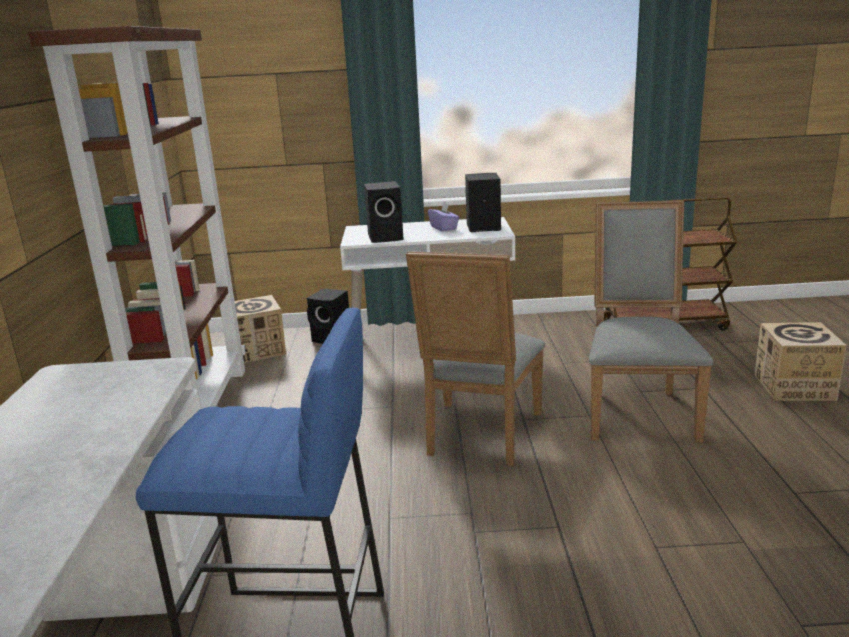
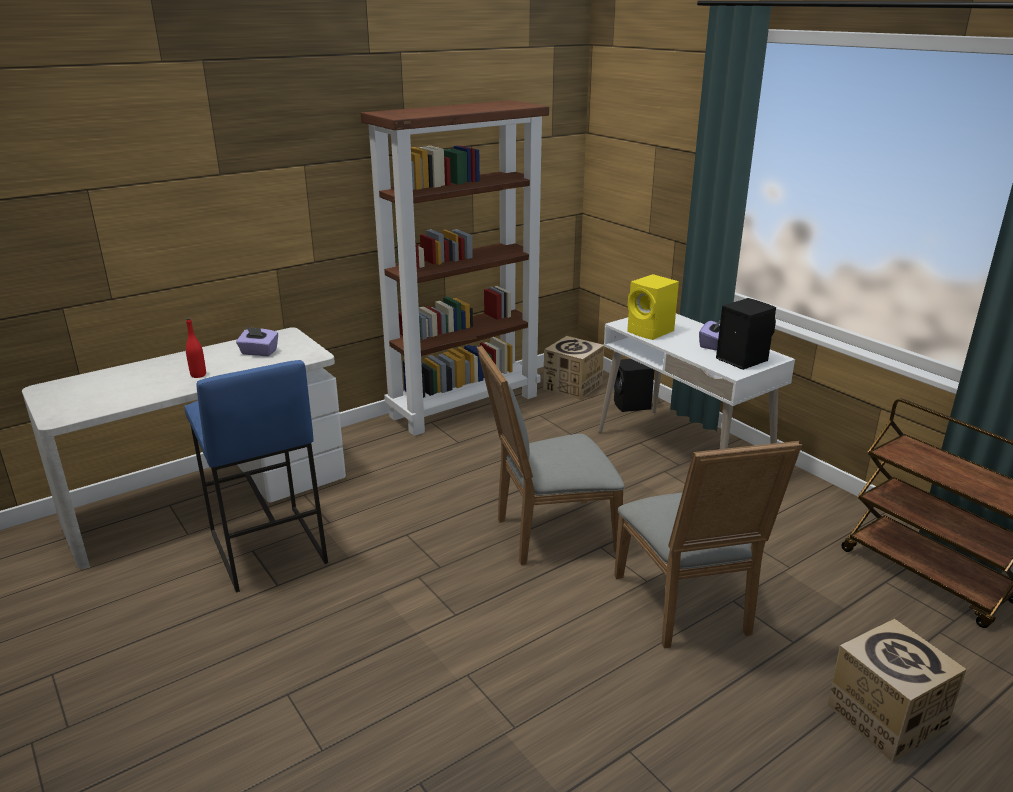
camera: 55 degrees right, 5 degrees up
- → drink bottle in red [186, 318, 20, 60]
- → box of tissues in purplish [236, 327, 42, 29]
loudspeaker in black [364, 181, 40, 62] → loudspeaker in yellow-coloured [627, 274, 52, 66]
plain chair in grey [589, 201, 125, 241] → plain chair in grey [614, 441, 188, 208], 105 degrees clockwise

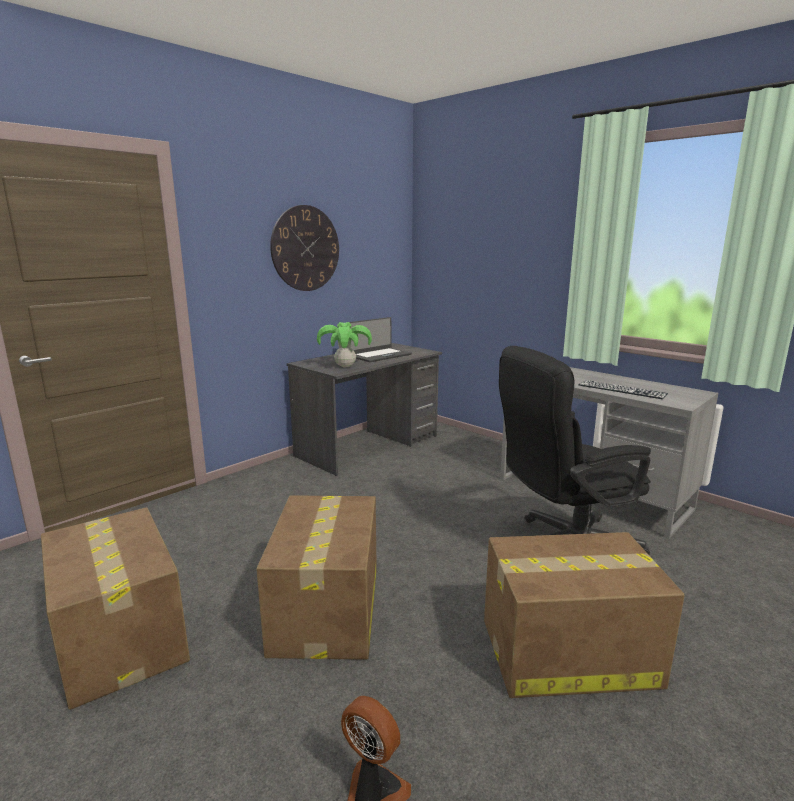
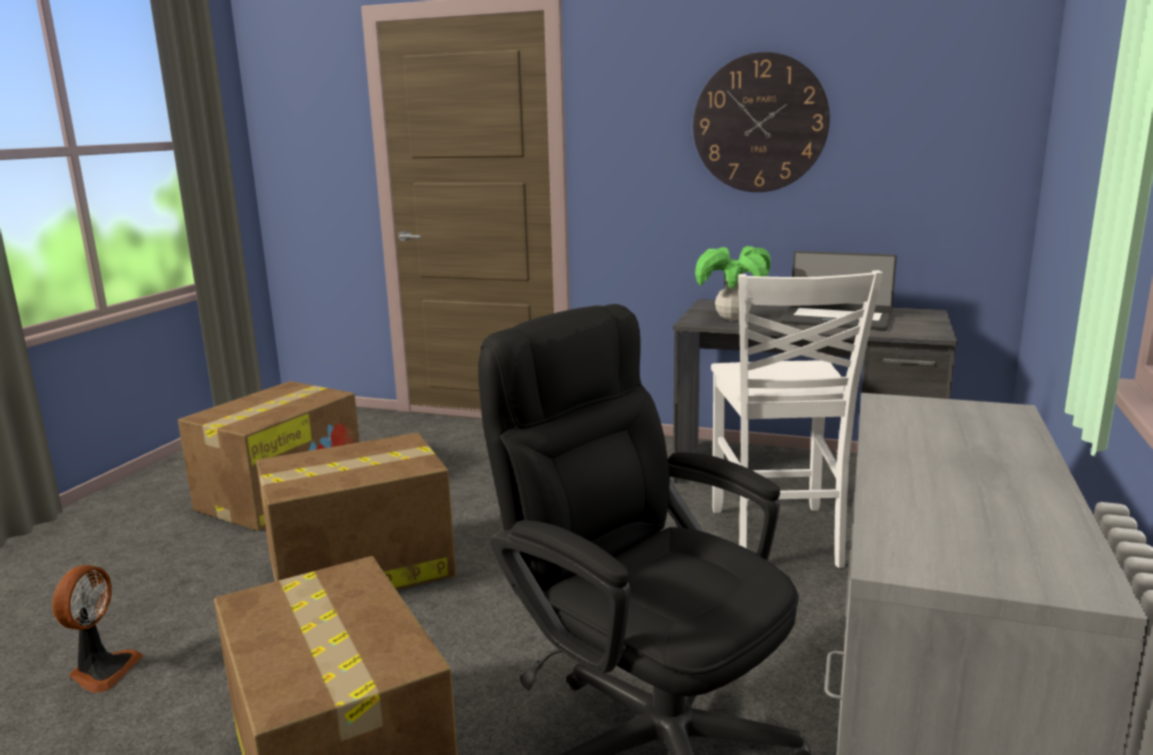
camera: 65 degrees right, 0 degrees up
keyboard [579, 380, 89, 19] → -
- → plain chair in whitish [711, 270, 172, 298]

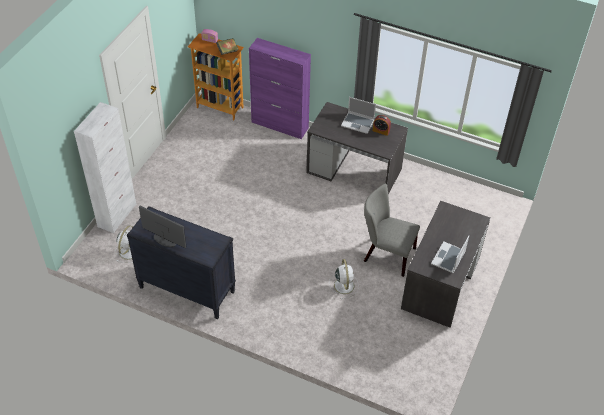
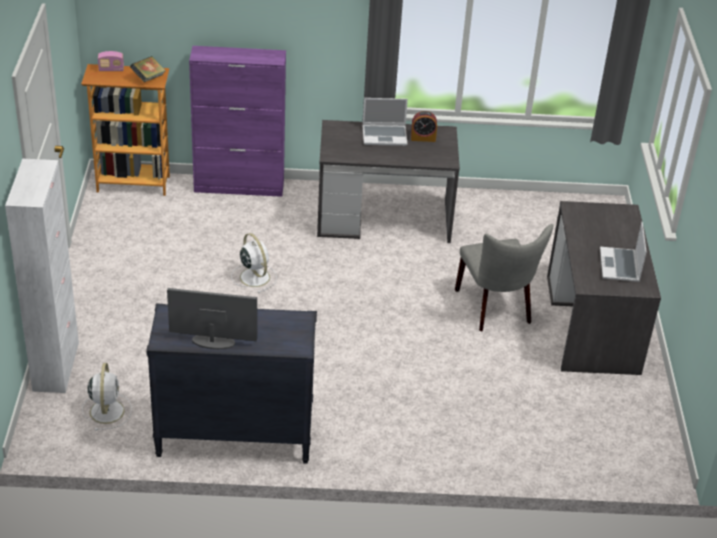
camera: 25 degrees left, 10 degrees down
cooling fan in whitish [329, 259, 30, 40] → cooling fan in whitish [231, 233, 46, 60], relocated
plain chair in grey [364, 183, 56, 94] → plain chair in grey [455, 224, 99, 107], 105 degrees counterclockwise

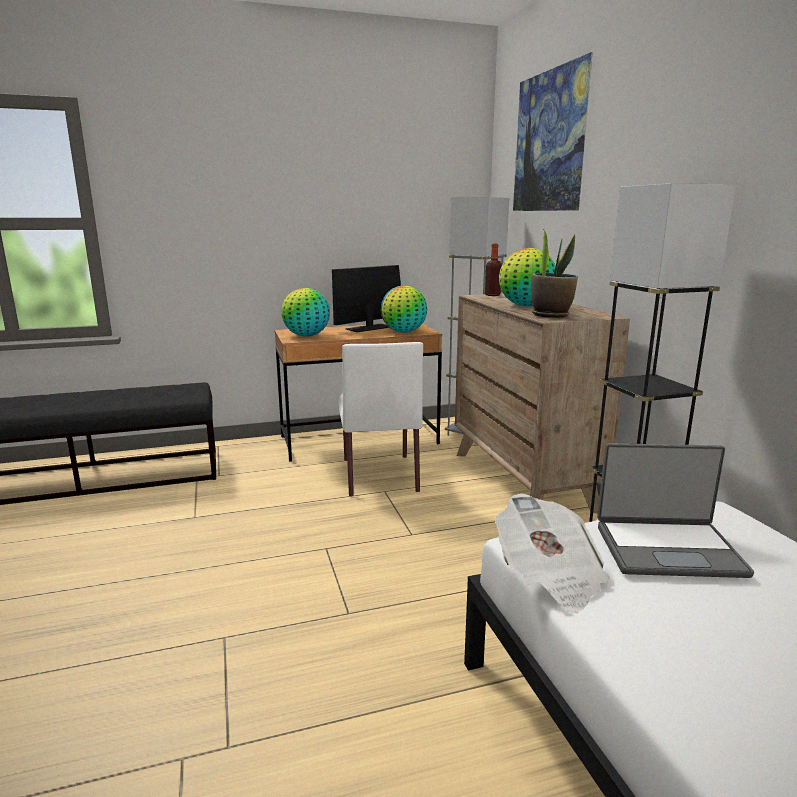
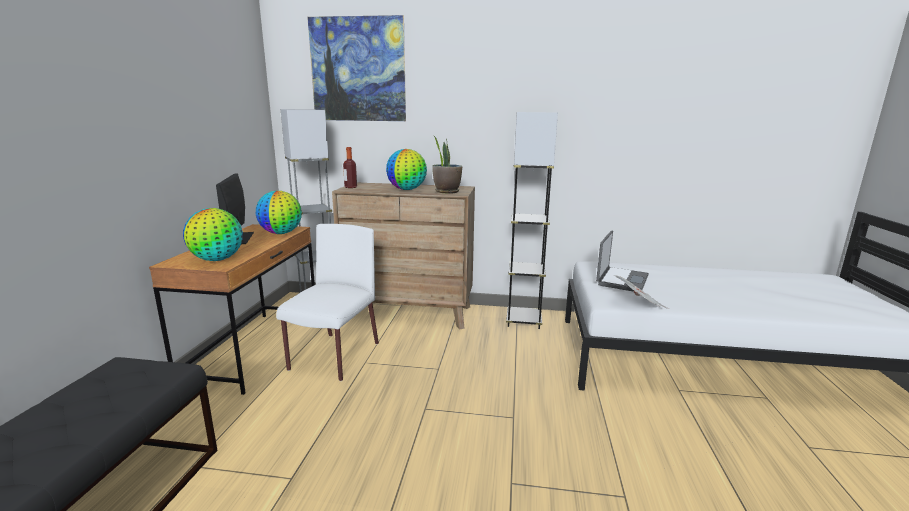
camera: 65 degrees left, 0 degrees up
plain chair in whitish [339, 342, 84, 155] → plain chair in whitish [276, 224, 103, 157], 90 degrees counterclockwise

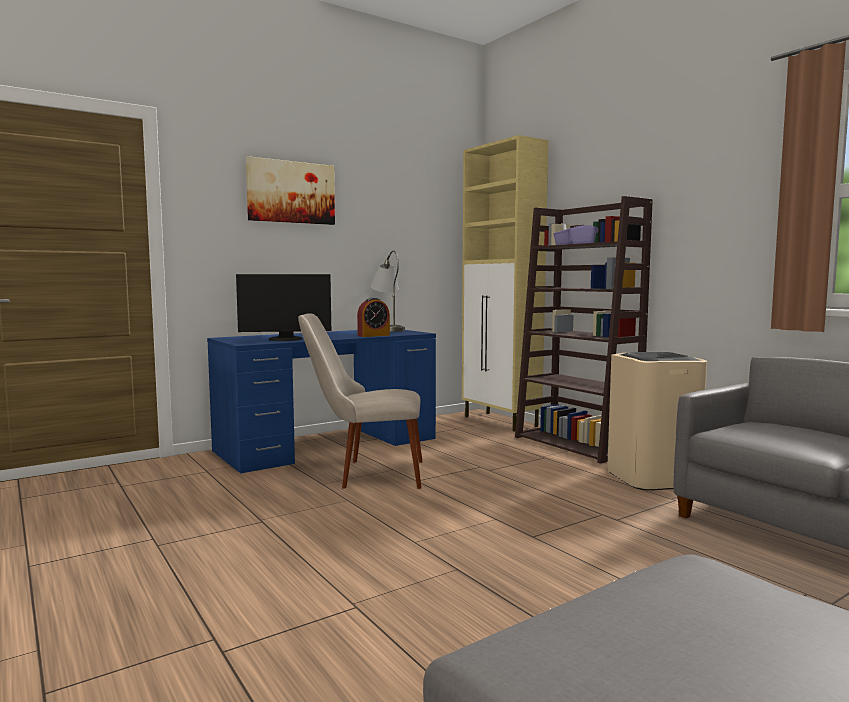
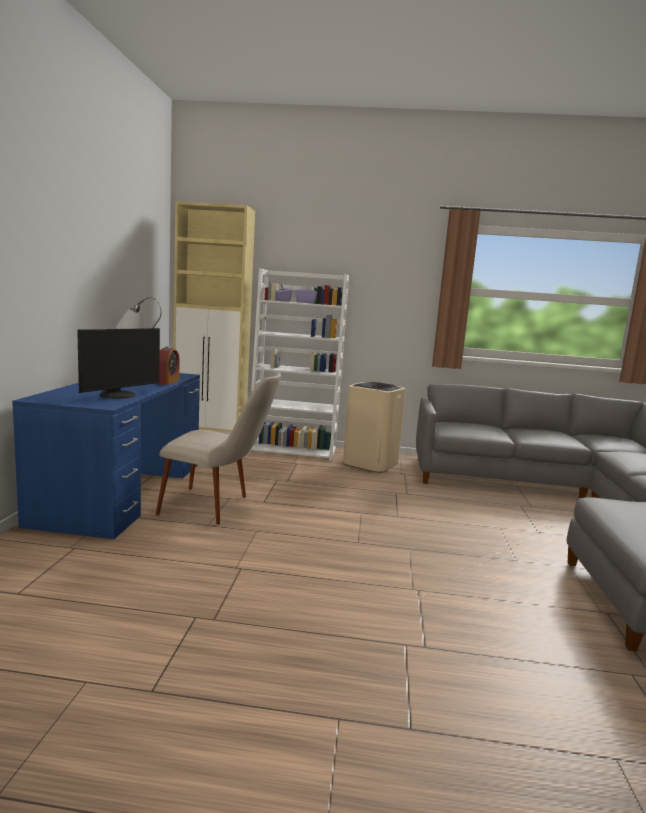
camera: 50 degrees left, 5 degrees up
picture [246, 156, 89, 69] → -
bookcase in brown [515, 196, 138, 268] → bookcase in whitish [249, 269, 100, 192]
plain chair in beige-coloured [298, 313, 125, 176] → plain chair in beige-coloured [156, 372, 125, 152], 120 degrees counterclockwise

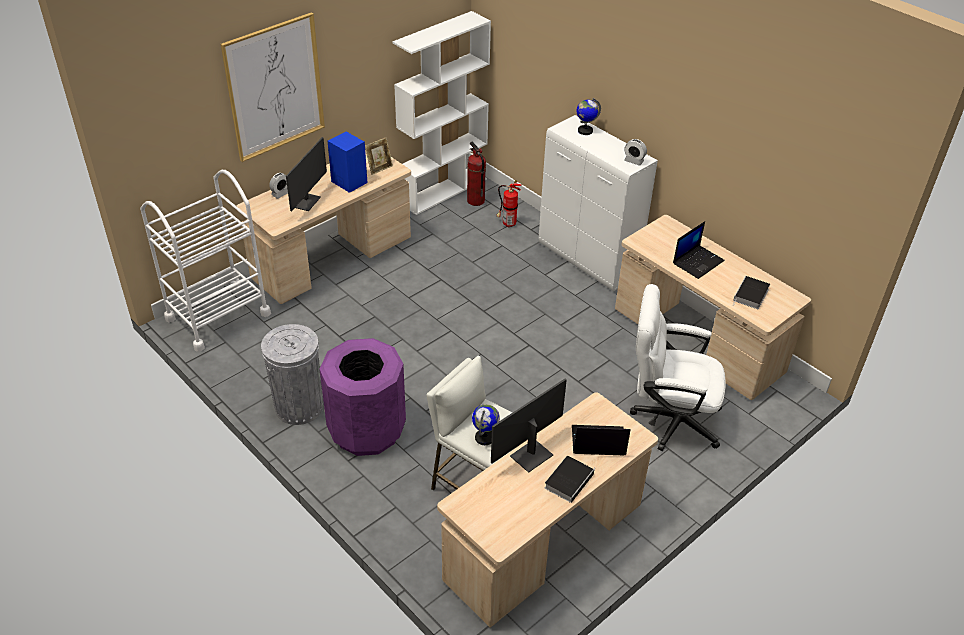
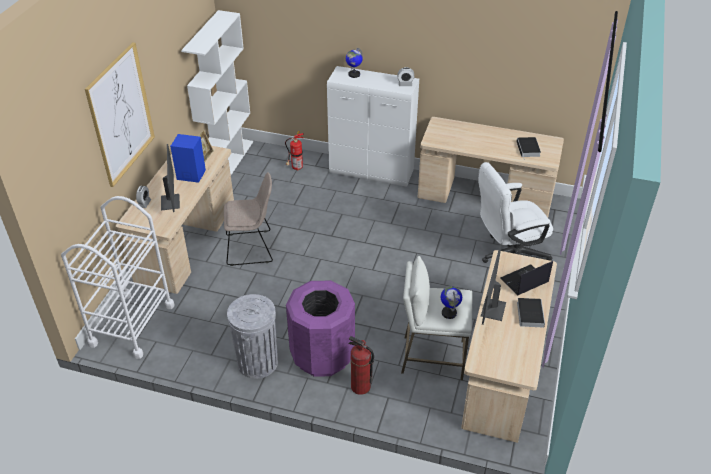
camera: 30 degrees left, 0 degrees up
portable computer [673, 221, 52, 58] → -
- → plain chair in beige-coloured [224, 172, 49, 94]
fire-fighting cylinder [467, 142, 19, 64] → fire-fighting cylinder [348, 336, 26, 59], relocated

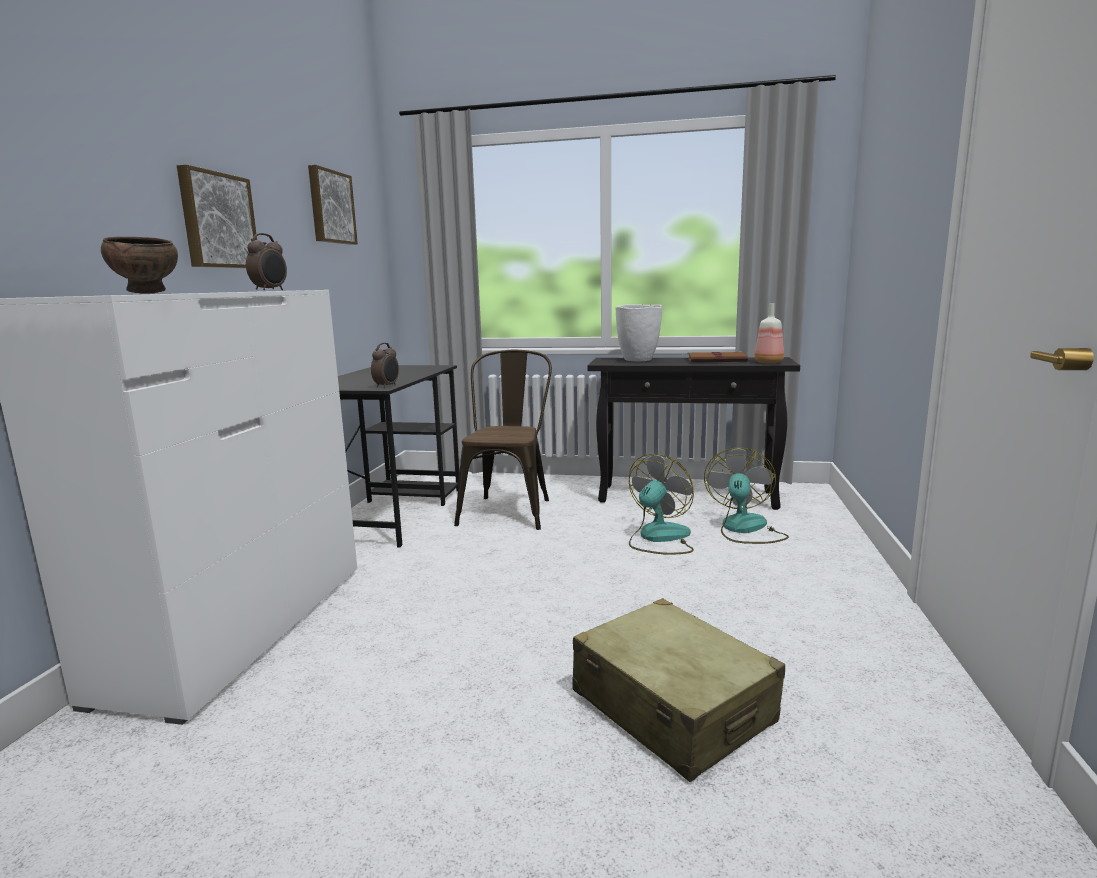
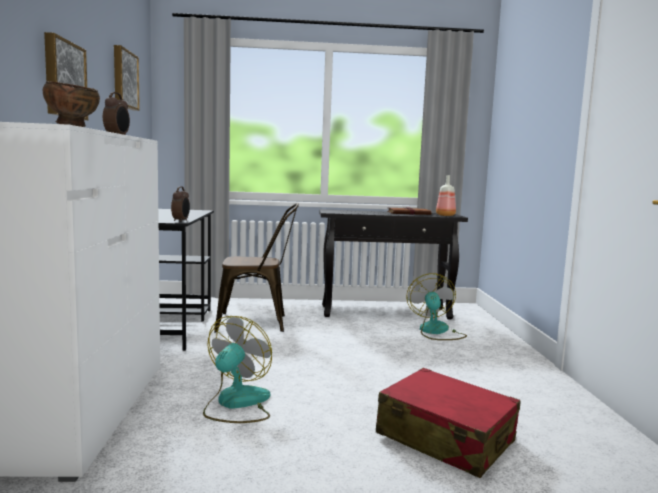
camera: 15 degrees left, 5 degrees down
flower vase in whitish [616, 304, 46, 57] → -
cooling fan [629, 454, 65, 101] → cooling fan [203, 316, 69, 107], relocated
travel case in beige-coloured [572, 598, 213, 184] → travel case in red [376, 368, 145, 110]
plain chair in brown [454, 350, 98, 180] → plain chair in brown [214, 203, 85, 130], 90 degrees clockwise

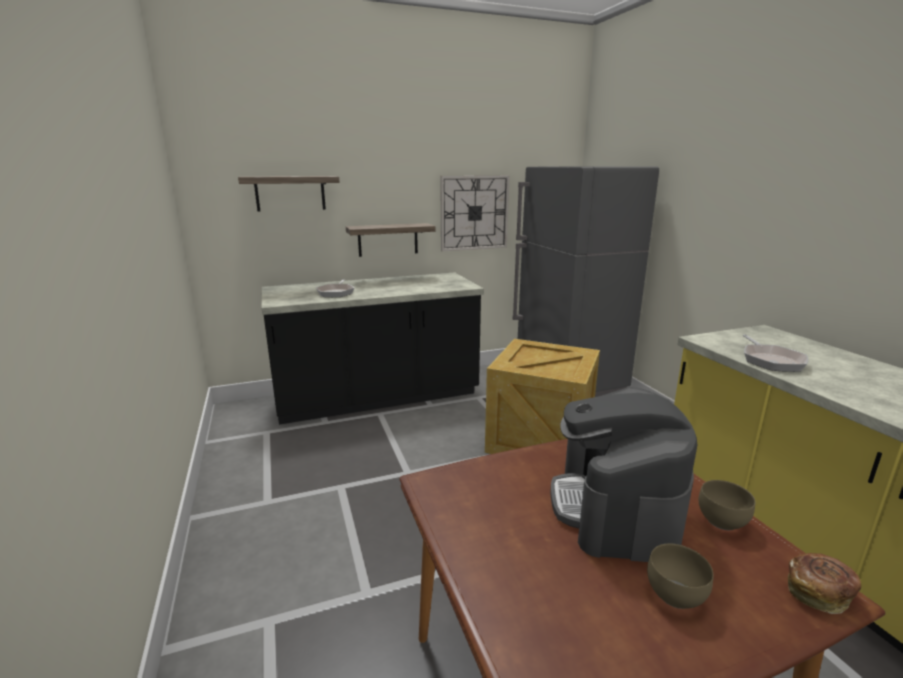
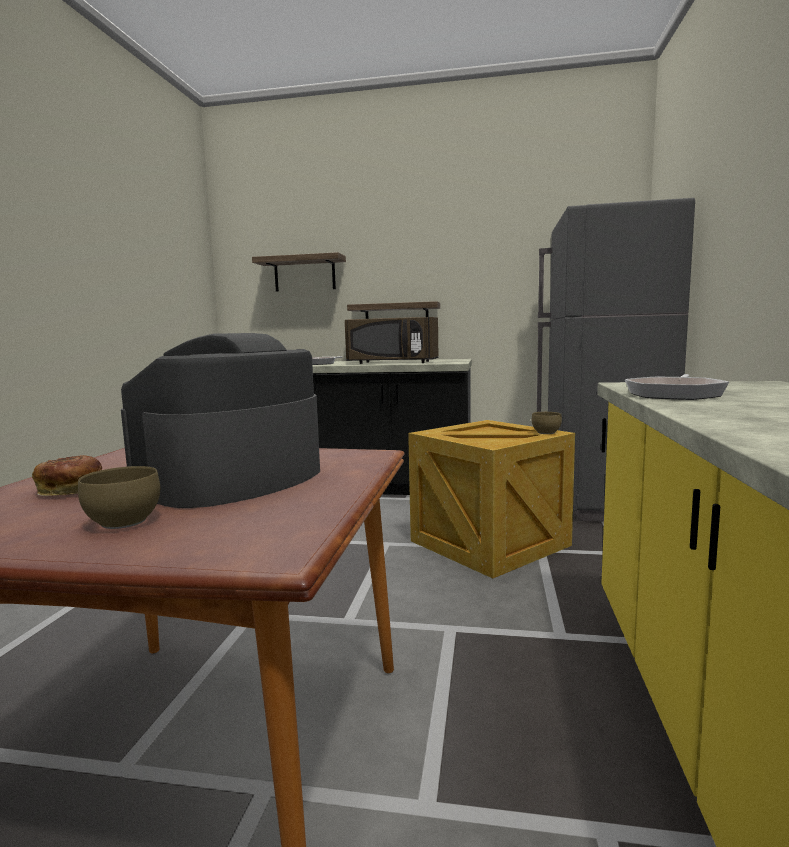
camera: 30 degrees right, 10 degrees down
hanging clock [440, 175, 70, 76] → -
- → microwave oven in brown [345, 317, 94, 47]
serving bowl in brown [699, 480, 56, 50] → serving bowl in brown [532, 412, 30, 22], relocated
baked bread [788, 553, 73, 61] → baked bread [32, 455, 70, 41], relocated

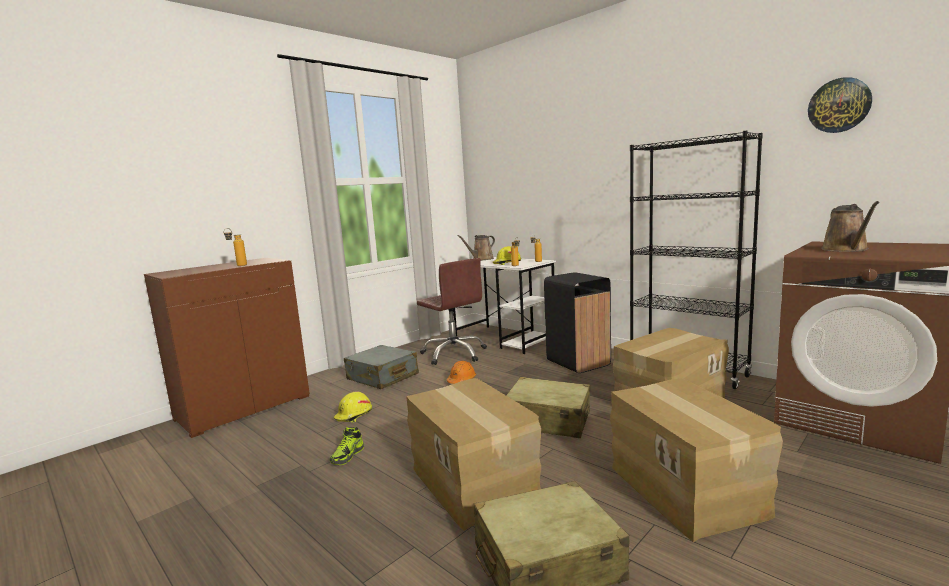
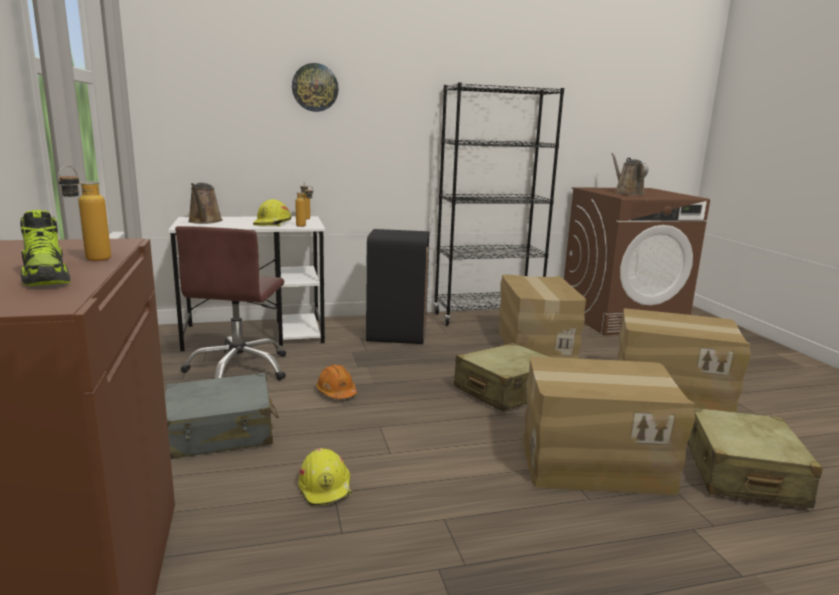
camera: 60 degrees left, 5 degrees up
item of footwear [330, 427, 34, 38] → item of footwear [20, 210, 50, 76], relocated
hanging clock [808, 77, 64, 56] → hanging clock [292, 63, 47, 49], relocated
computer chair in brown [417, 258, 70, 107] → computer chair in brown [175, 226, 111, 155], 105 degrees clockwise
watering pot in brown [821, 201, 58, 51] → watering pot in brown [611, 153, 37, 42], 150 degrees counterclockwise

